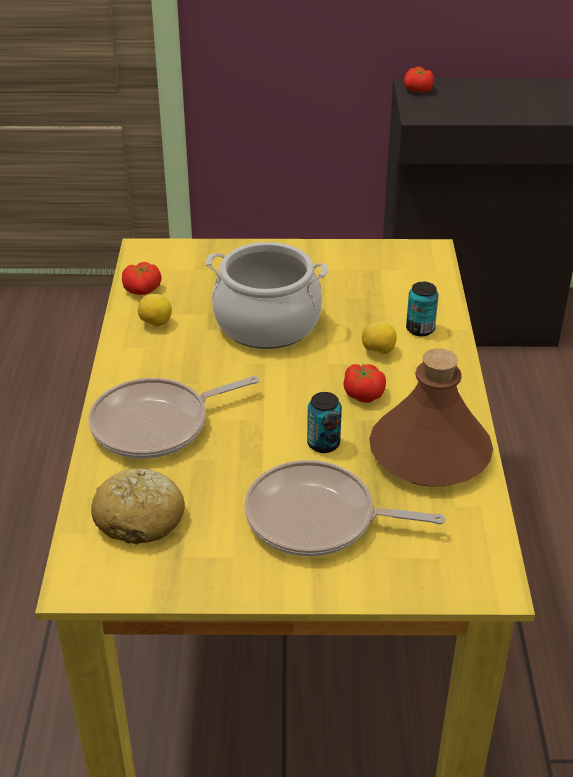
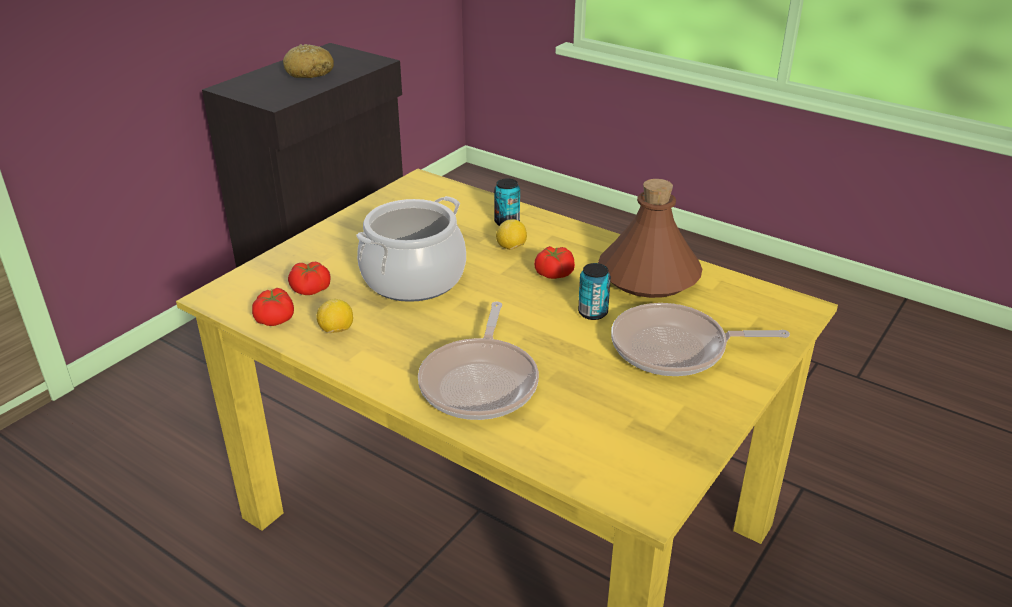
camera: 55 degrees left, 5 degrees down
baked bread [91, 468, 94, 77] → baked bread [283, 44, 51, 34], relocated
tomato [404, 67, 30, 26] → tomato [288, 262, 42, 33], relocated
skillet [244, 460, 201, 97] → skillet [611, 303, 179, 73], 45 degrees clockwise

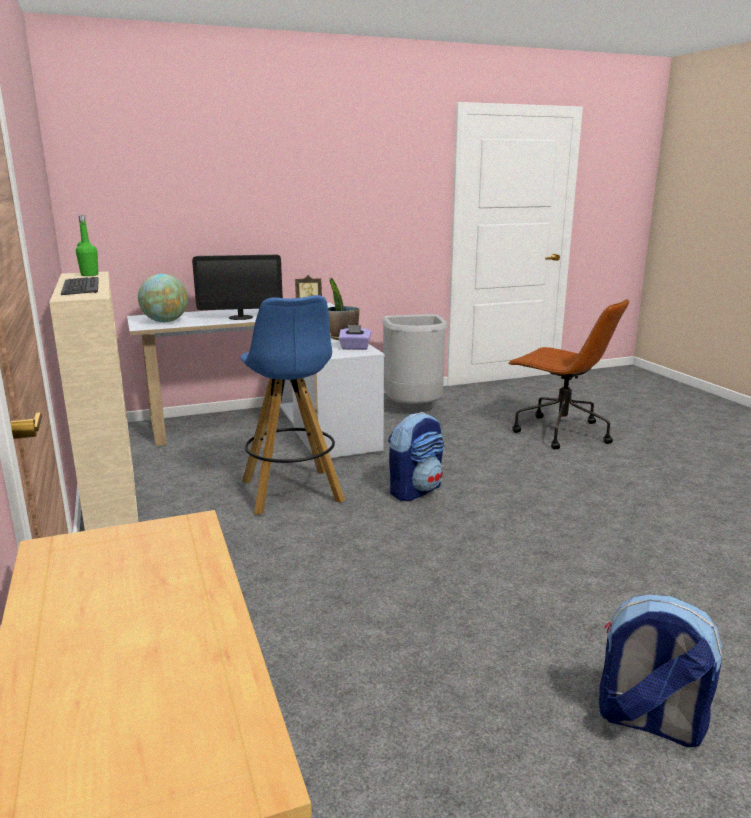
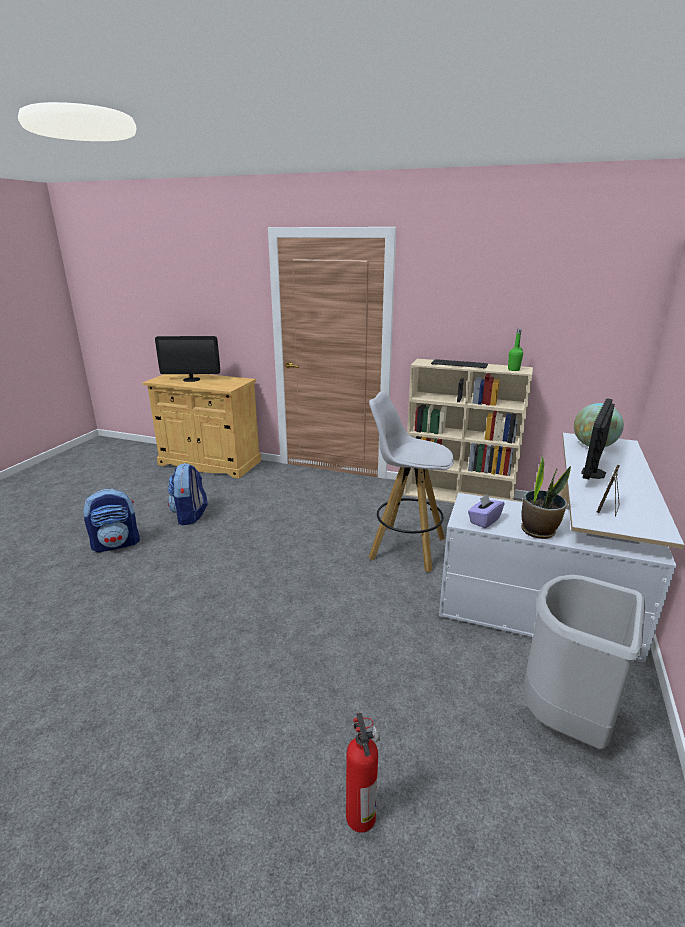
camera: 130 degrees right, 5 degrees up
- → computer display [155, 336, 65, 46]
knapsack [388, 412, 57, 89] → knapsack [168, 463, 39, 62], relocated
computer chair in brown [508, 298, 121, 152] → fire-fighting cylinder [346, 713, 34, 120]
stool in bluish [240, 295, 105, 220] → stool in whitish [369, 391, 85, 182]

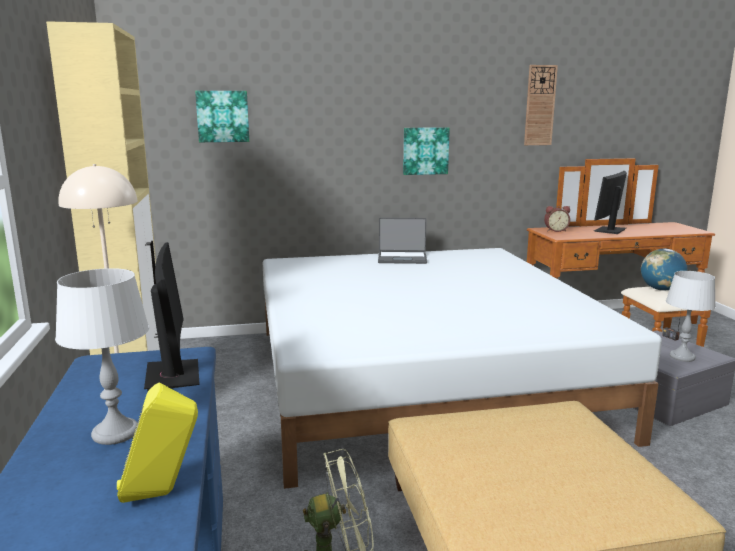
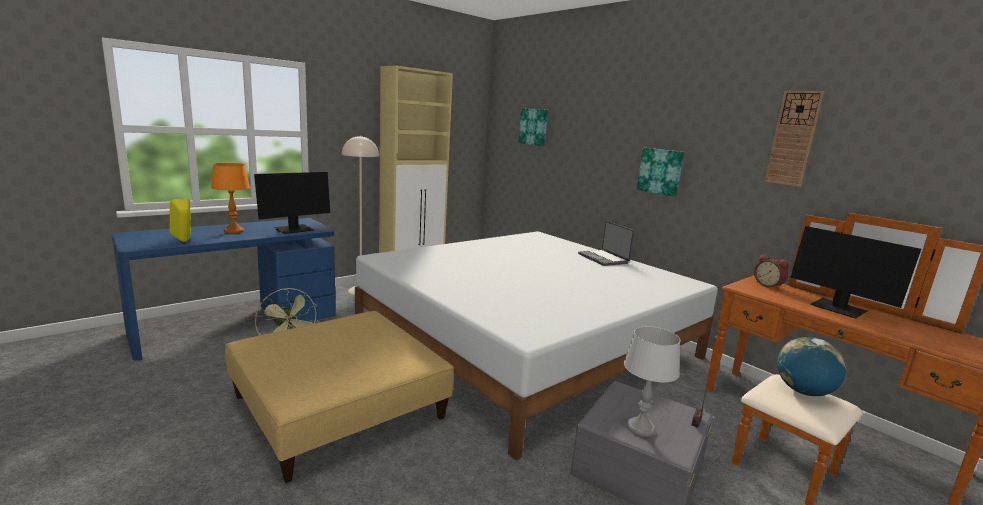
camera: 60 degrees right, 0 degrees up
table lamp in grey [55, 268, 94, 177] → table lamp in orangey [211, 163, 39, 70]
computer display [594, 171, 33, 63] → computer display [790, 226, 131, 92], 135 degrees counterclockwise

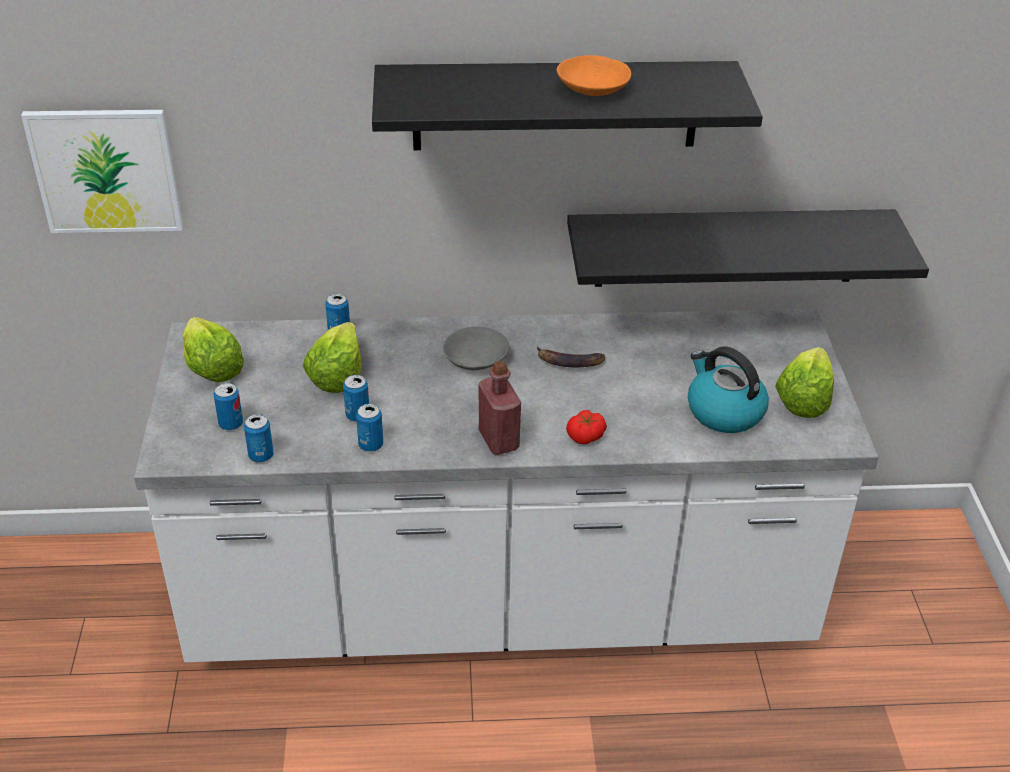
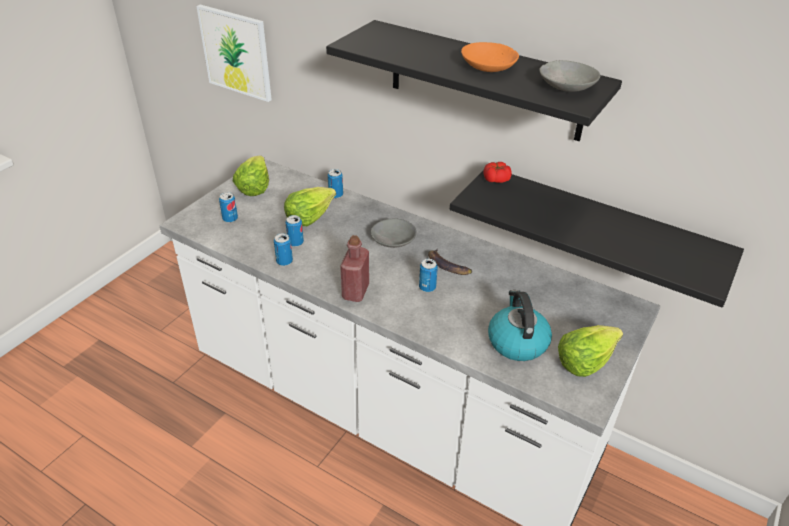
camera: 35 degrees right, 0 degrees up
- → serving bowl in grey [539, 60, 61, 32]
can [244, 414, 30, 48] → can [419, 259, 19, 33], relocated
tomato [566, 410, 41, 34] → tomato [483, 162, 29, 21], relocated

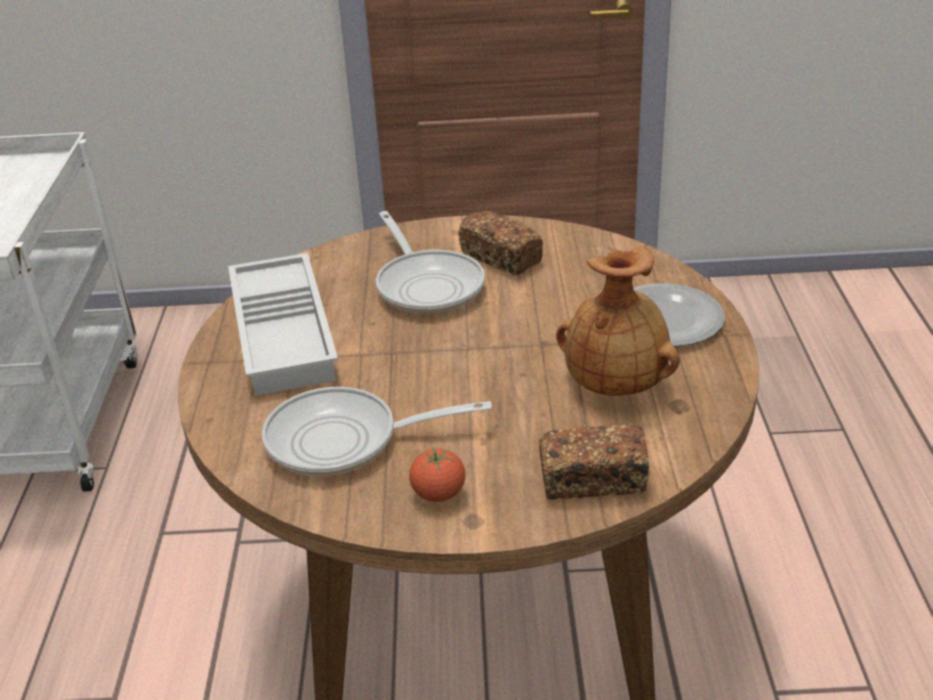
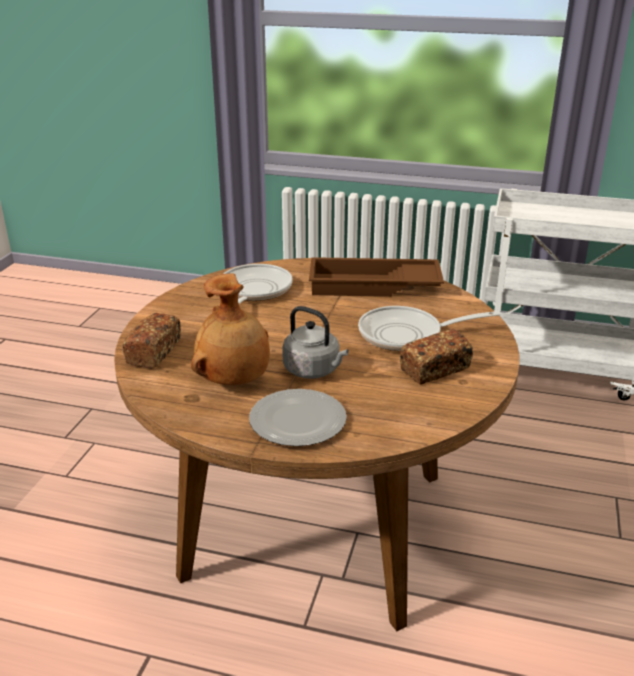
camera: 105 degrees right, 5 degrees down
tomato [409, 448, 56, 54] → -
- → tea kettle in grey [282, 306, 67, 73]
carrying tray in whitish [228, 253, 110, 143] → carrying tray in brown [309, 257, 135, 40]

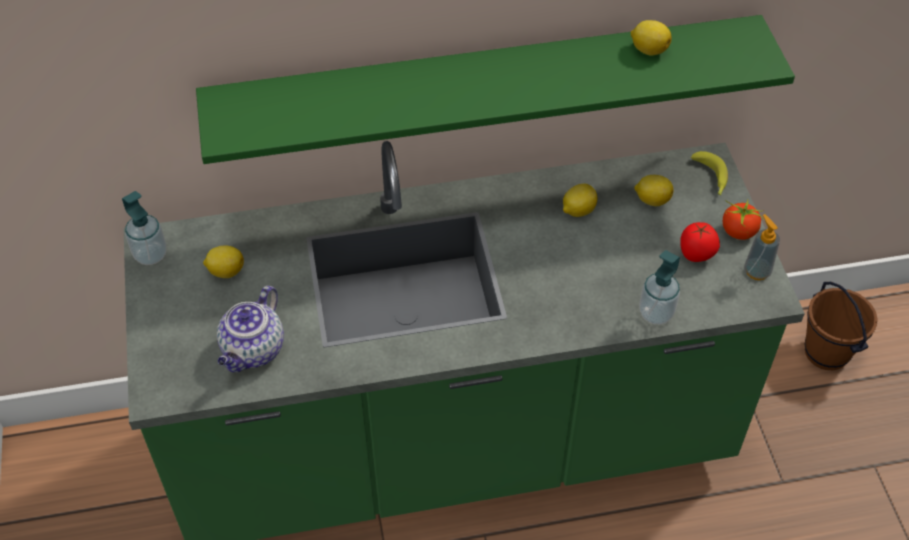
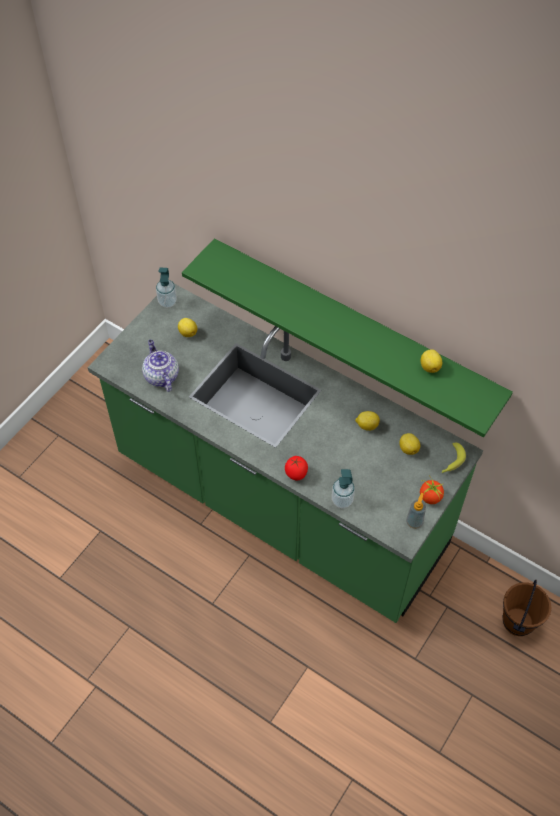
camera: 45 degrees right, 5 degrees up
tomato [680, 222, 40, 40] → tomato [285, 456, 23, 24], relocated
tea pot [217, 286, 67, 87] → tea pot [142, 340, 37, 52], 90 degrees clockwise

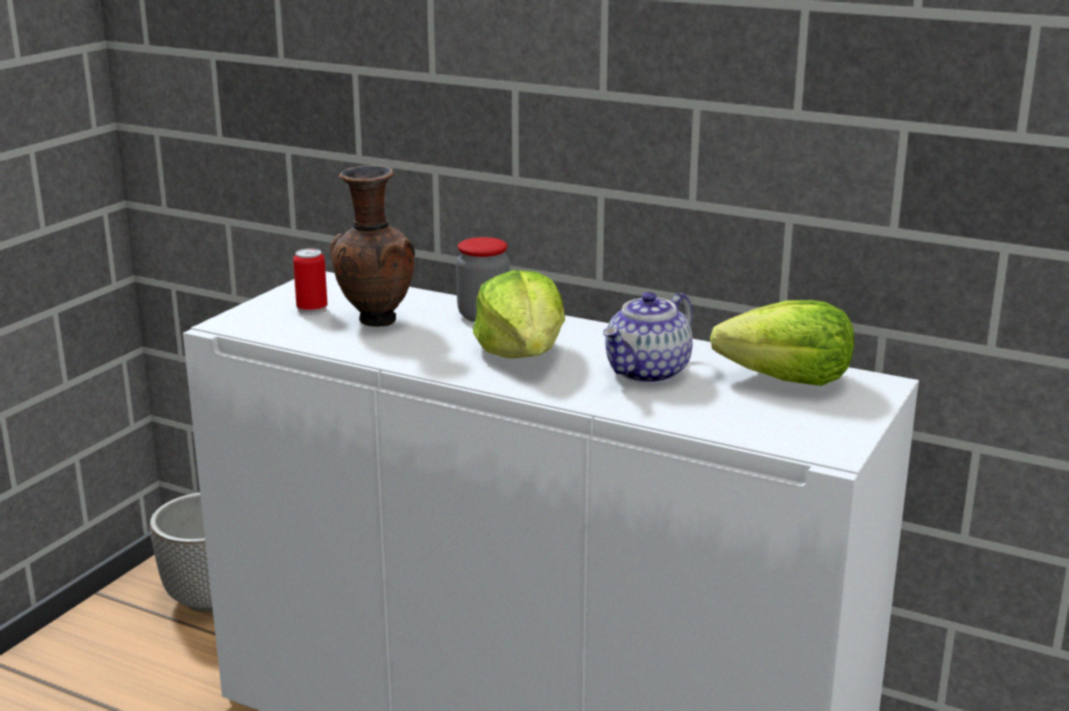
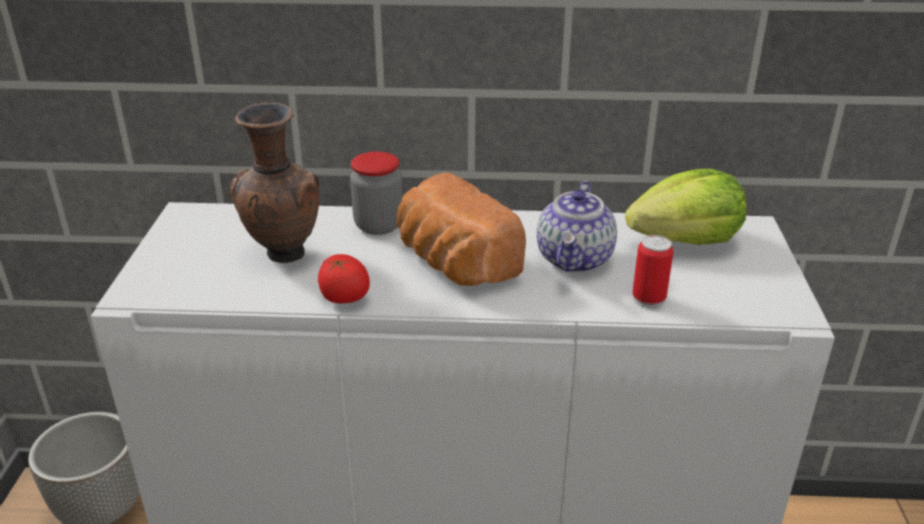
camera: 25 degrees left, 10 degrees up
- → tomato [318, 254, 52, 49]
can [293, 248, 35, 67] → can [632, 235, 41, 73], relocated
head of lettuce [473, 270, 92, 88] → baked bread [397, 172, 129, 114]

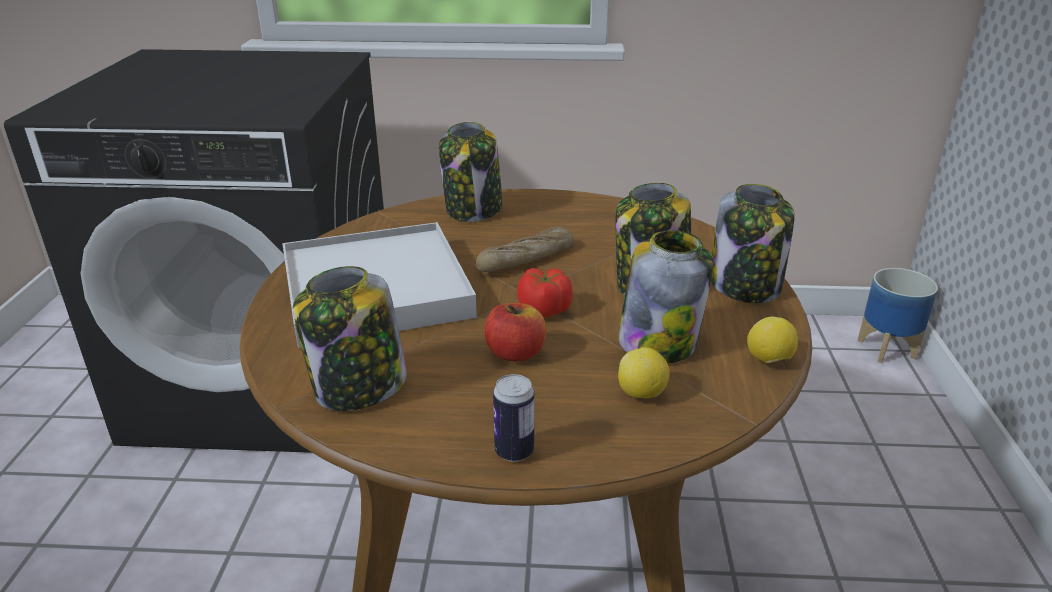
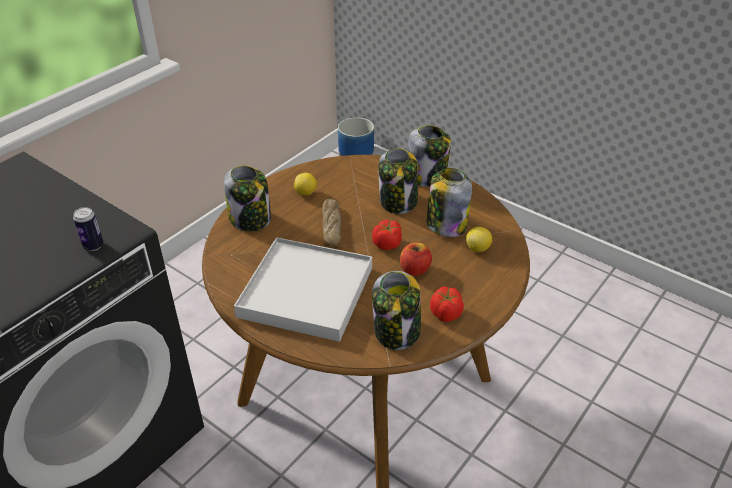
camera: 55 degrees left, 10 degrees up
- → tomato [430, 286, 34, 36]
can [493, 374, 42, 88] → can [73, 207, 30, 44], relocated
lemon [747, 317, 51, 46] → lemon [294, 173, 23, 22], relocated

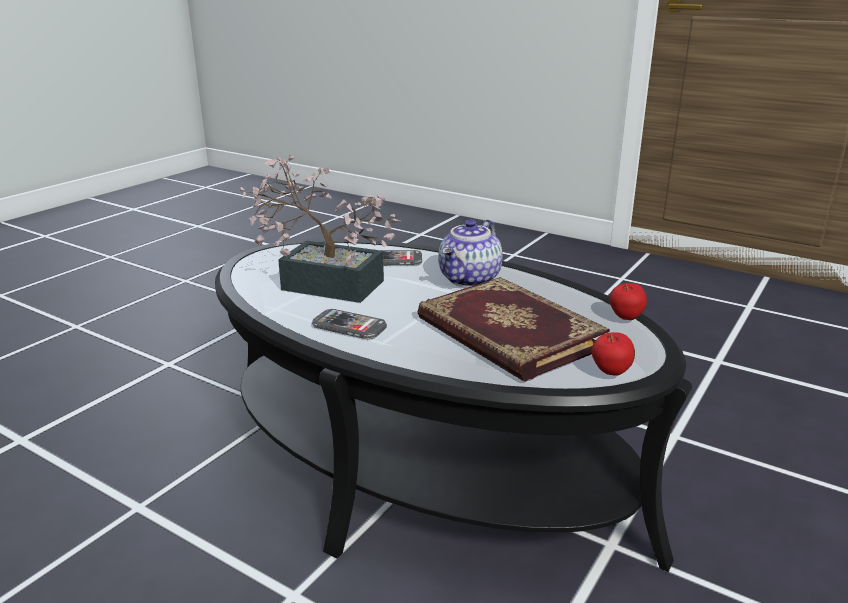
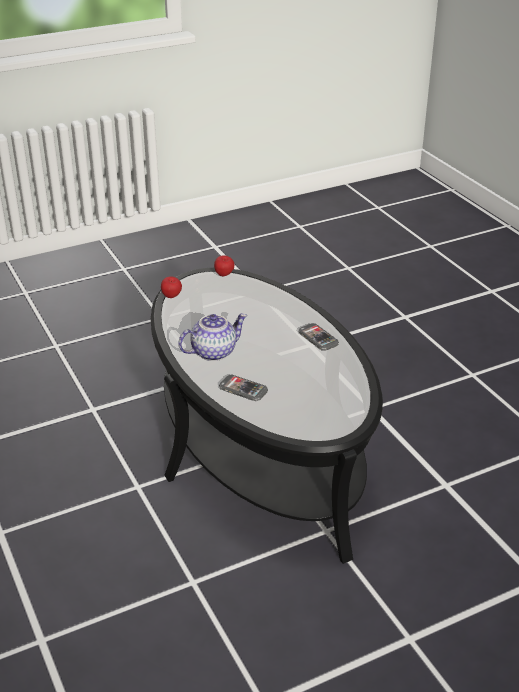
camera: 150 degrees left, 10 degrees up
potted plant [240, 154, 161, 149] → -
book [418, 277, 192, 104] → -

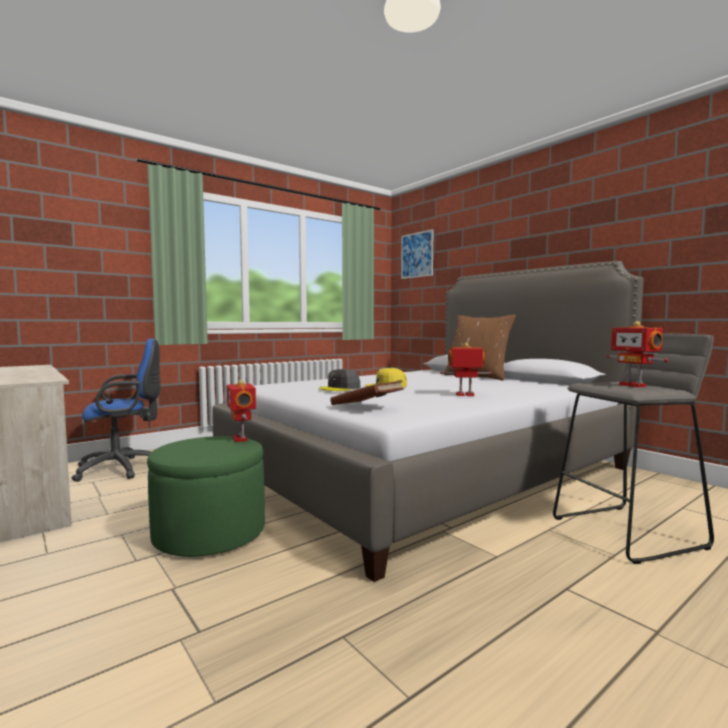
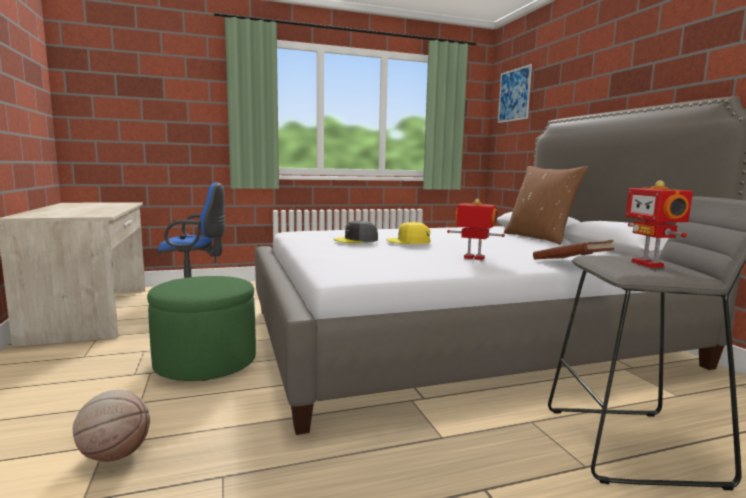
camera: 20 degrees right, 5 degrees up
model robot [227, 380, 29, 62] → -
- → basketball [73, 390, 77, 72]
book in brown [330, 380, 74, 25] → book in brown [533, 240, 81, 19], relocated

